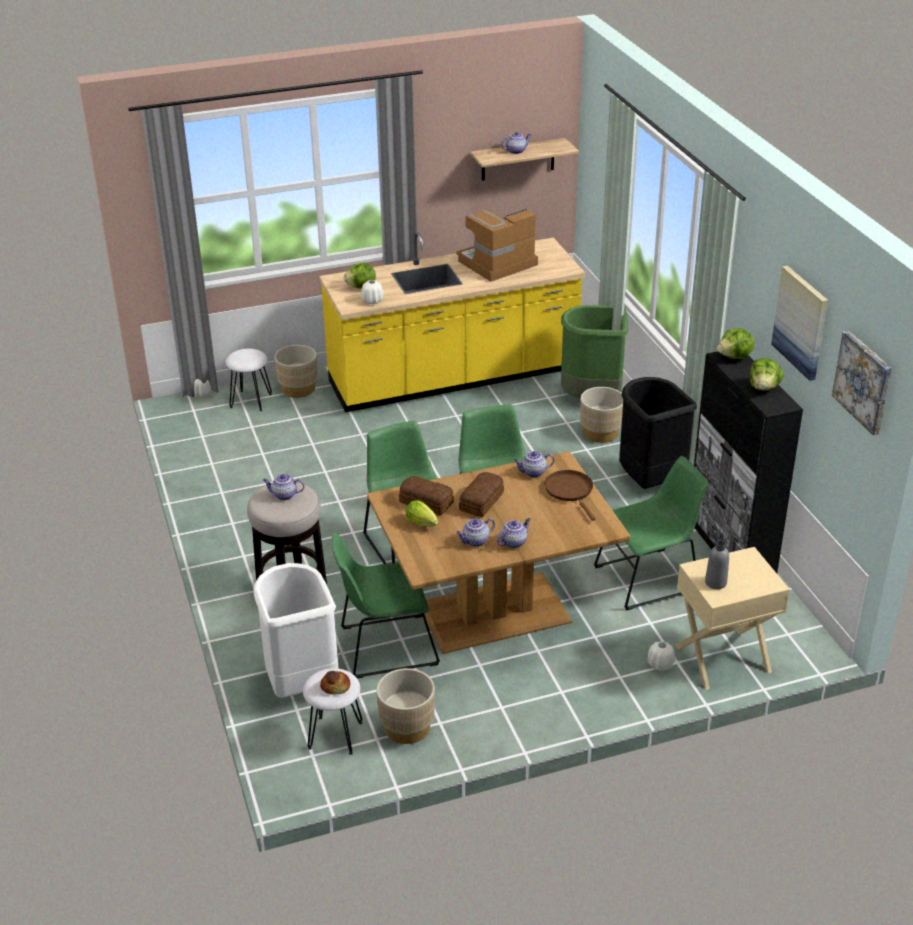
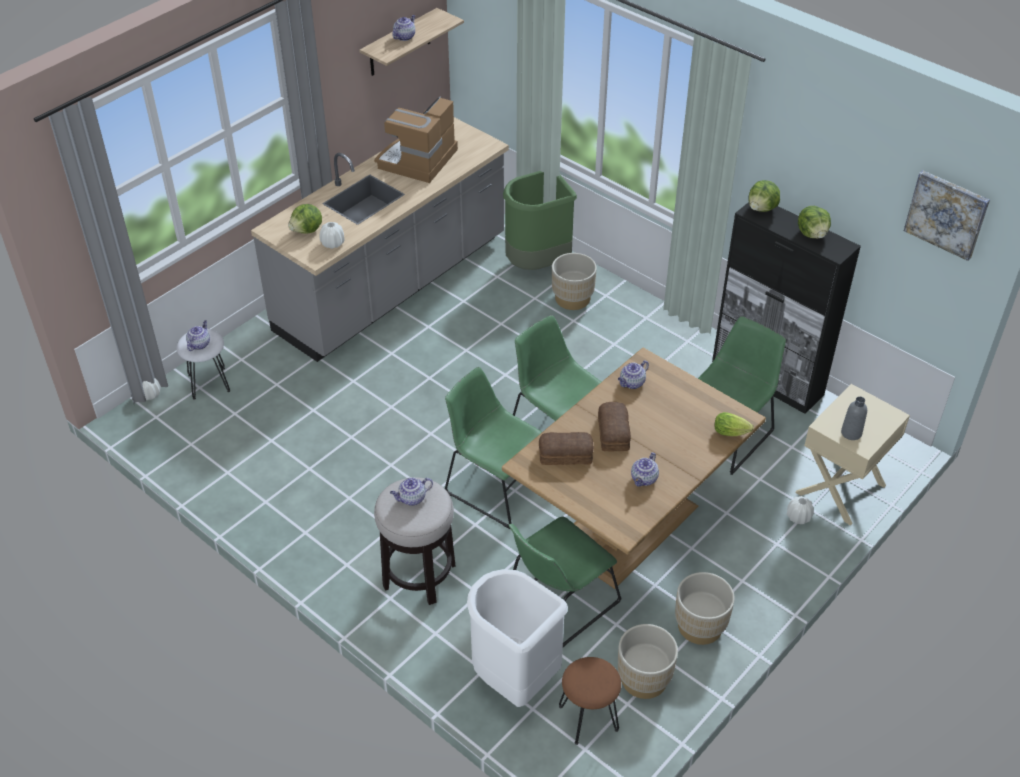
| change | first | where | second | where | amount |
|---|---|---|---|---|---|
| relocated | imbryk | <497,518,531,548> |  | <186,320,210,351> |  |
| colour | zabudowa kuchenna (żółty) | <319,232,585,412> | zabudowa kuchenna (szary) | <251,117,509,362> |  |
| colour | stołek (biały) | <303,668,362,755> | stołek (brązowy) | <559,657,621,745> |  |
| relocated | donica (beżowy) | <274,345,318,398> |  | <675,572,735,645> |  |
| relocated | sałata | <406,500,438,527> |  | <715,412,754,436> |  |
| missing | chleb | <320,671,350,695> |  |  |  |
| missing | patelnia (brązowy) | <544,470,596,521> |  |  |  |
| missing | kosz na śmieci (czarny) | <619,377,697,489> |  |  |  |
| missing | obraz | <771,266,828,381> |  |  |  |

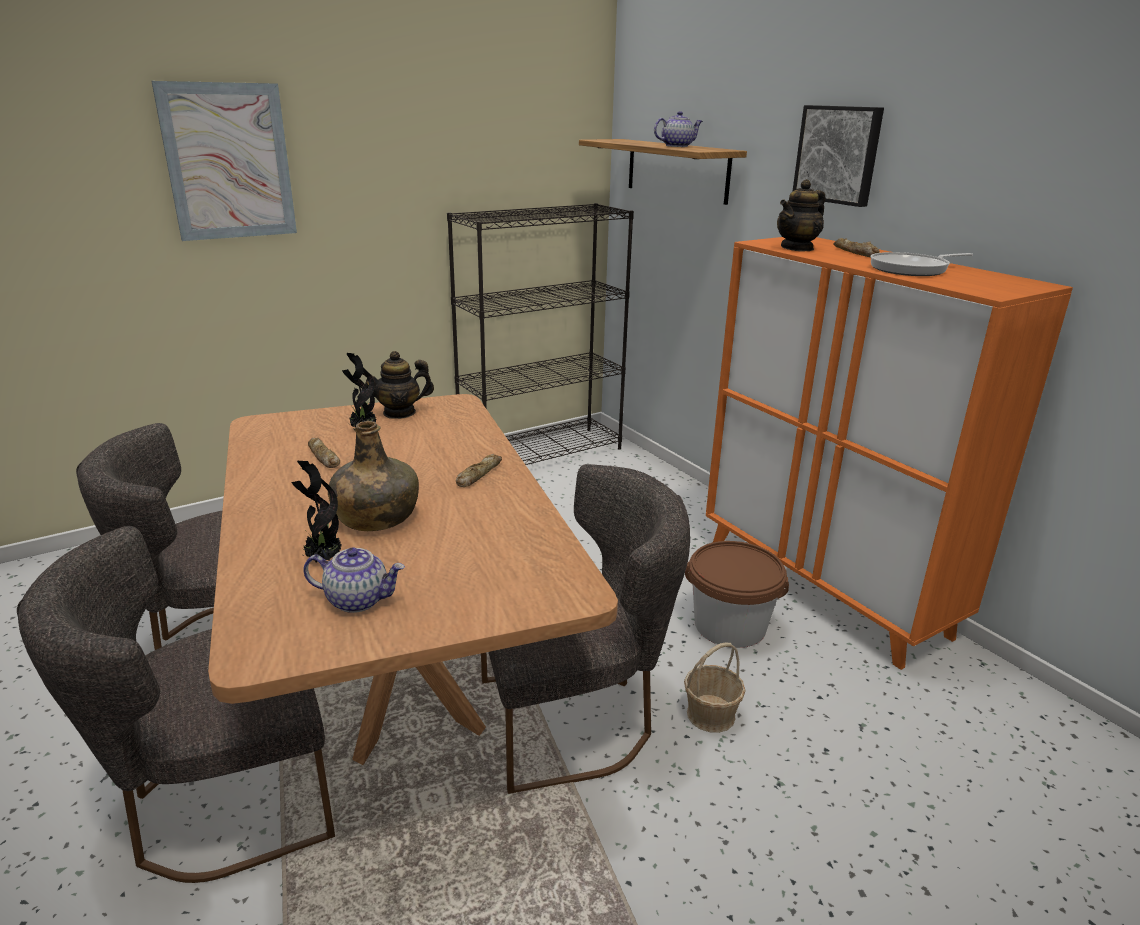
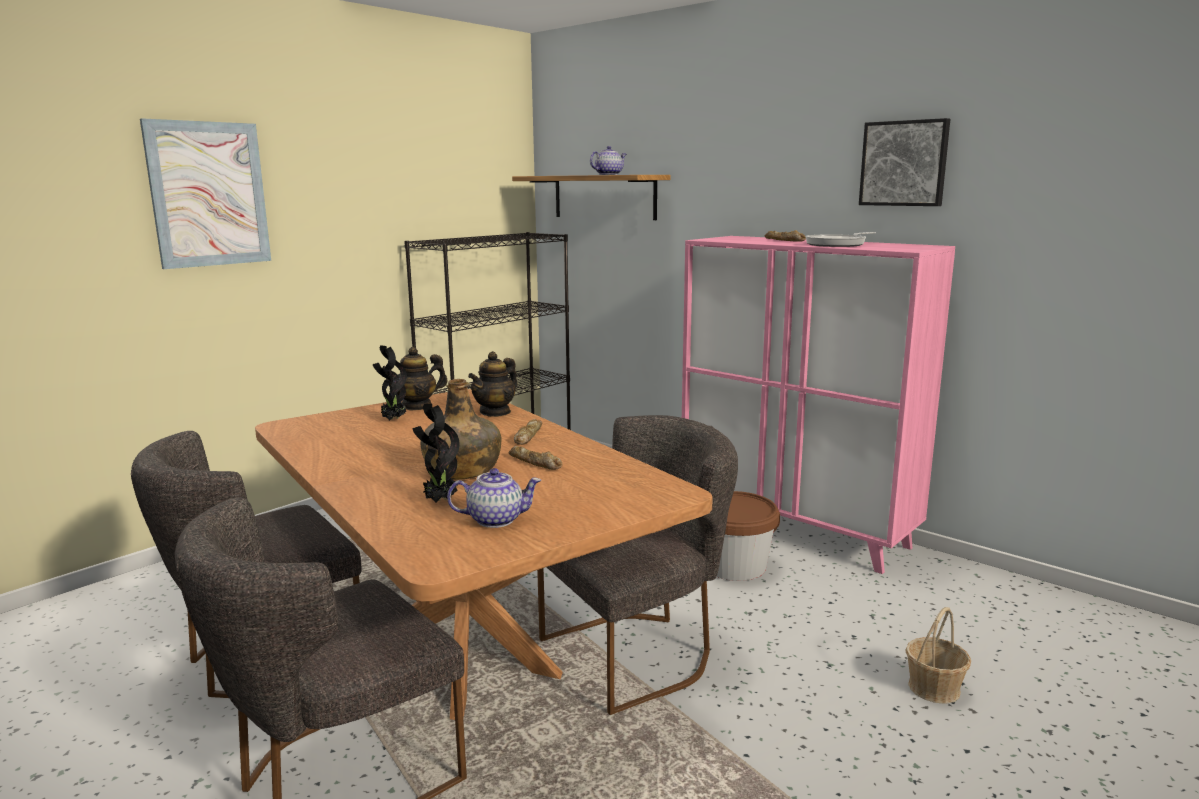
| change | first | where | second | where | amount |
|---|---|---|---|---|---|
| relocated | imbryk | <777,179,825,252> |  | <468,351,518,417> |  |
| relocated | chleb | <308,438,340,468> |  | <508,446,563,470> |  |
| colour | szafka (pomarańczowy) | <706,237,1073,670> | szafka (różowy) | <682,236,955,574> |  |
| relocated | obraz | <792,105,884,207> |  | <859,118,950,206> |  |
| relocated | koszyk | <684,643,746,733> |  | <906,607,971,704> |  |

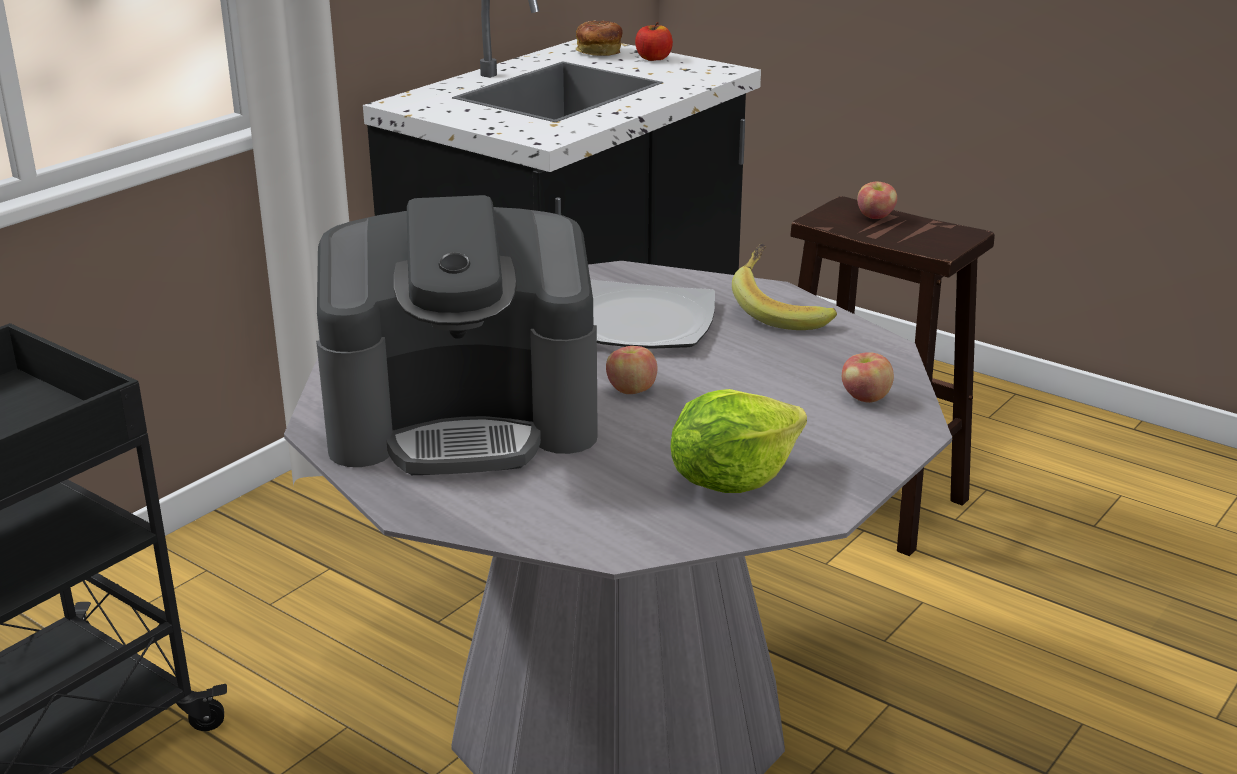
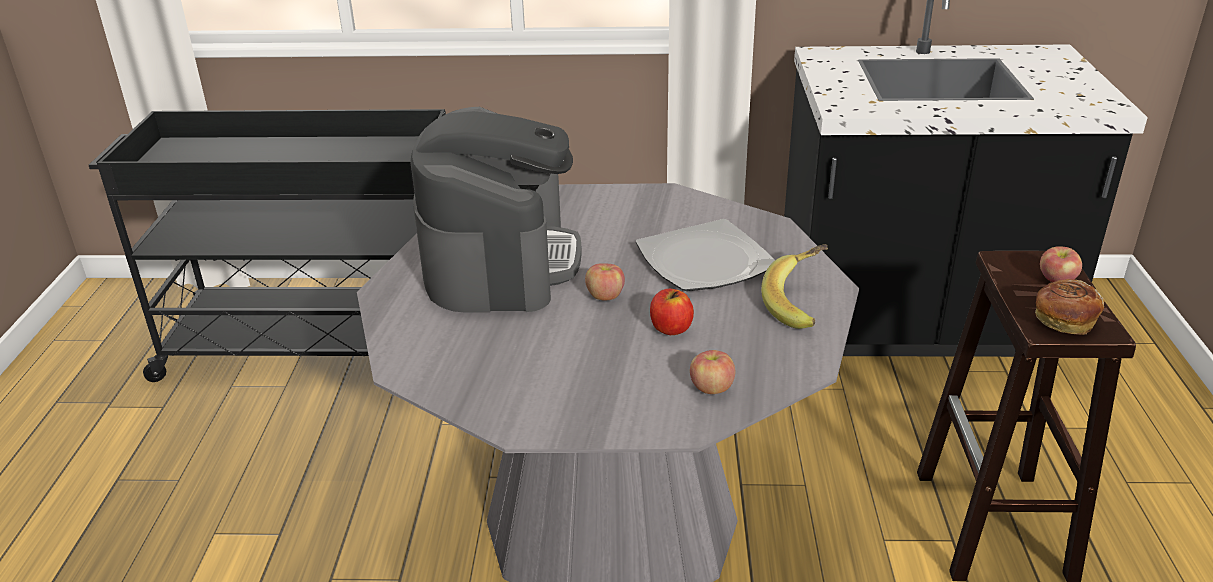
| change | first | where | second | where | amount |
|---|---|---|---|---|---|
| spun | ekspres do kawy | <316,195,598,475> |  | <410,107,582,313> | 135 degrees counterclockwise |
| relocated | jabłko | <635,22,673,61> |  | <650,289,694,335> |  |
| relocated | chleb | <575,20,623,56> |  | <1035,279,1104,335> |  |
| missing | sałata | <671,389,807,493> |  |  |  |

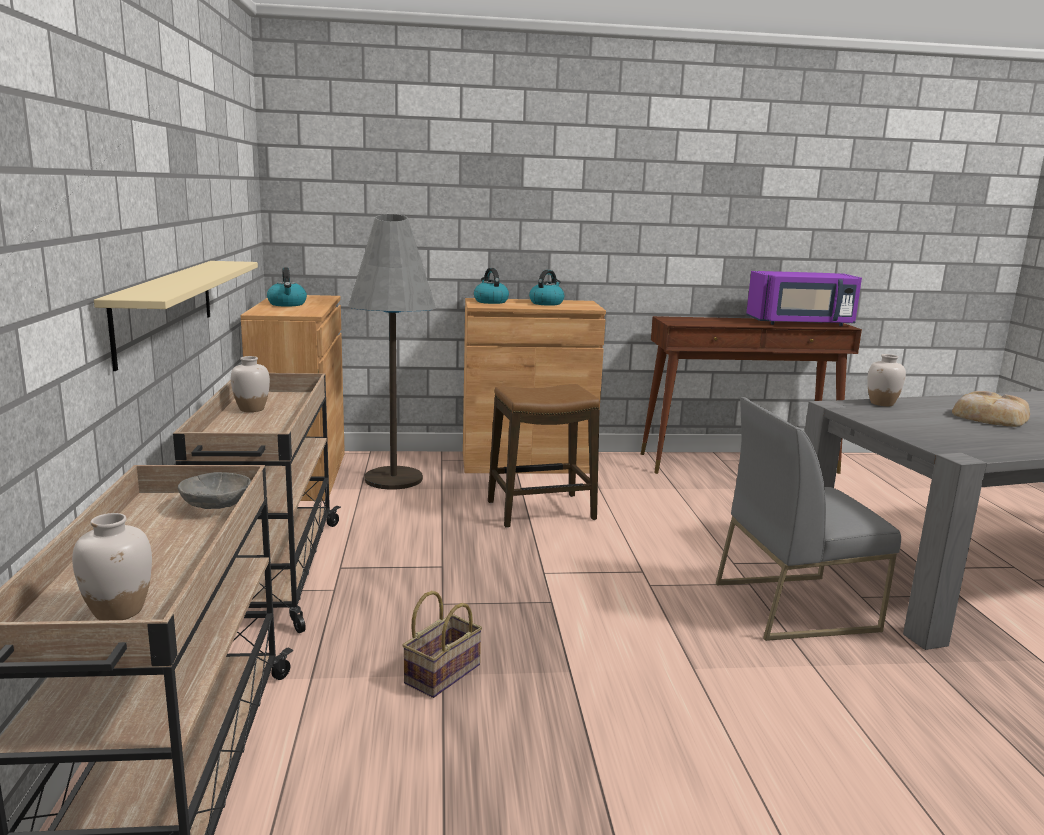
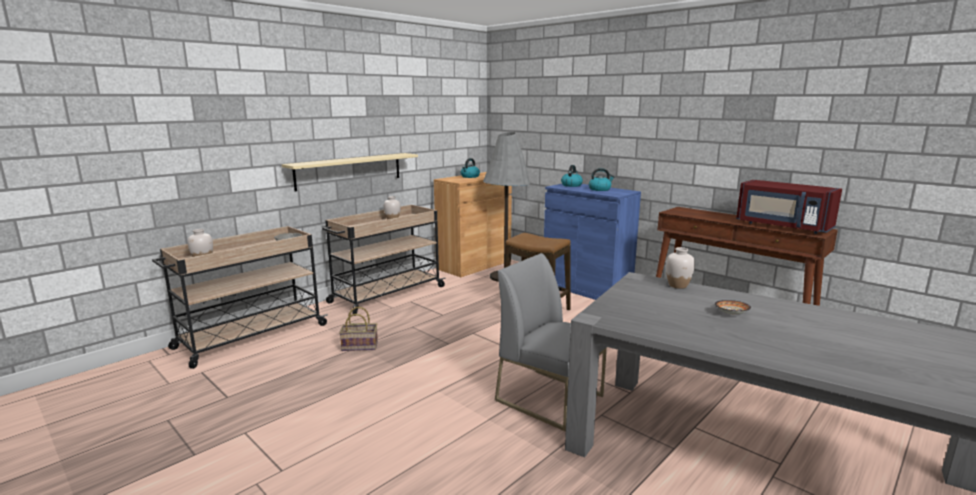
| change | first | where | second | where | amount |
|---|---|---|---|---|---|
| colour | szafka (brązowy) | <463,298,606,473> | szafka (niebieski) | <544,184,641,300> |  |
| exchanged | chleb | <952,391,1030,427> | miska | <715,300,751,315> |  |
| colour | mikrofalówka (fioletowy) | <746,271,862,326> | mikrofalówka (czerwony) | <736,180,842,234> |  |

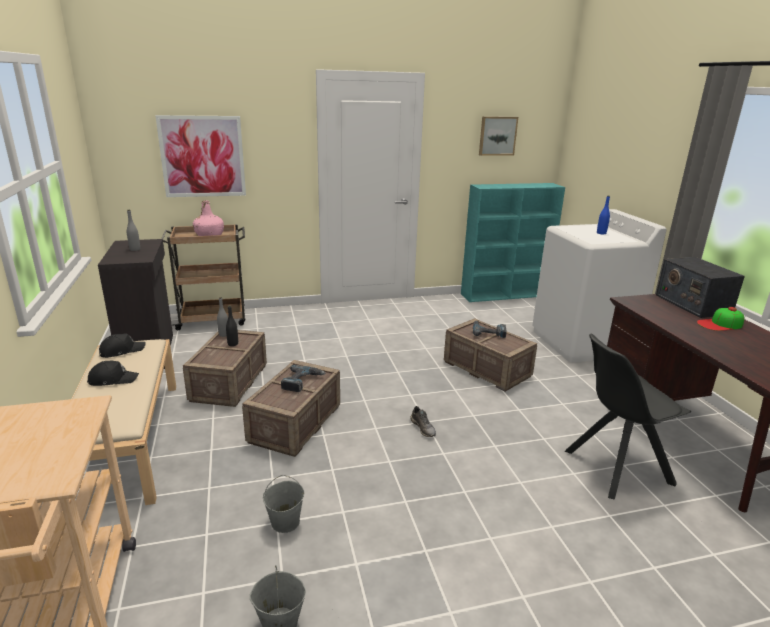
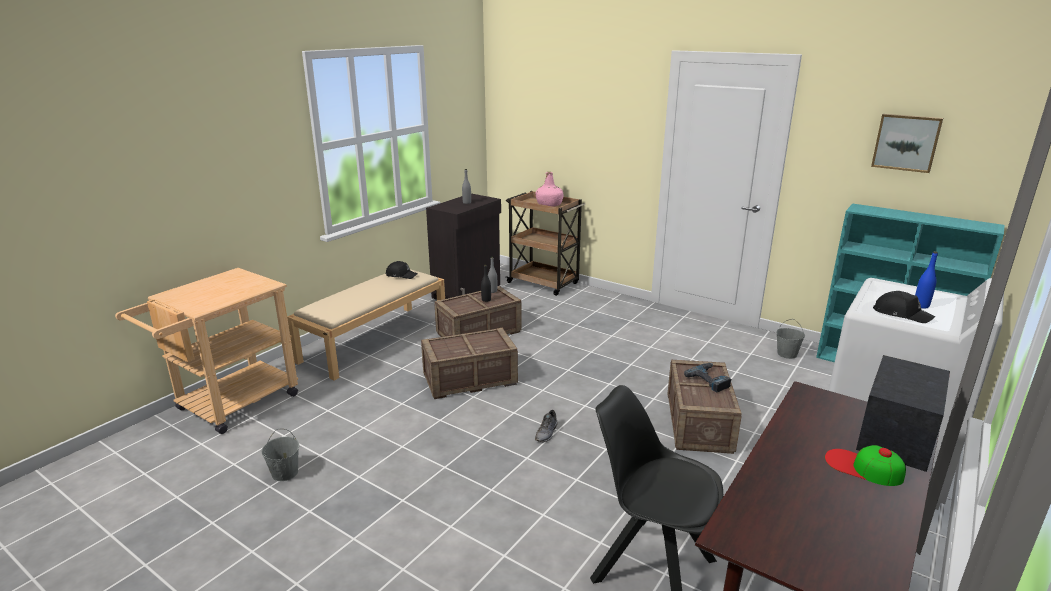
| change | first | where | second | where | amount |
|---|---|---|---|---|---|
| relocated | wiadro (szary) | <263,475,304,533> |  | <776,319,805,359> |  |
| relocated | czapka z daszkiem (czarny) | <87,361,139,386> |  | <873,291,935,323> |  |
| missing | obraz | <155,115,246,197> |  |  |  |
| missing | wiertarka | <281,364,326,392> |  |  |  |

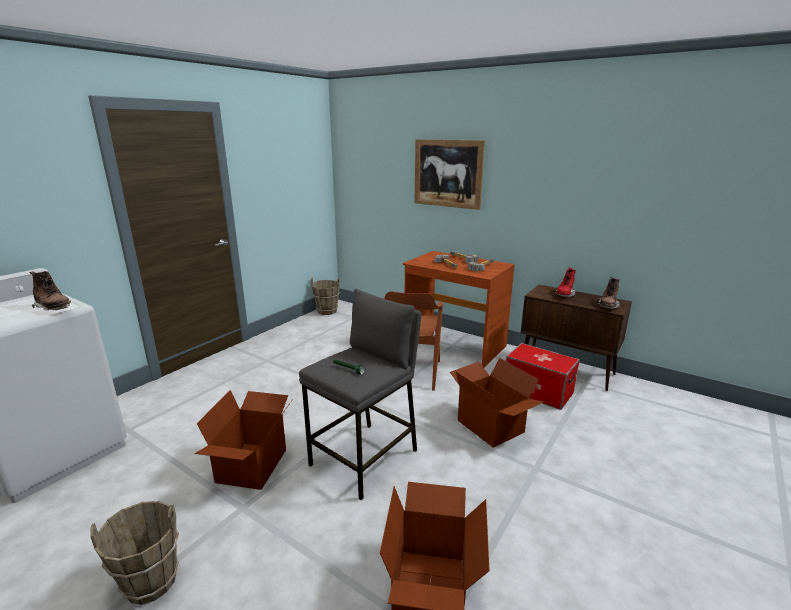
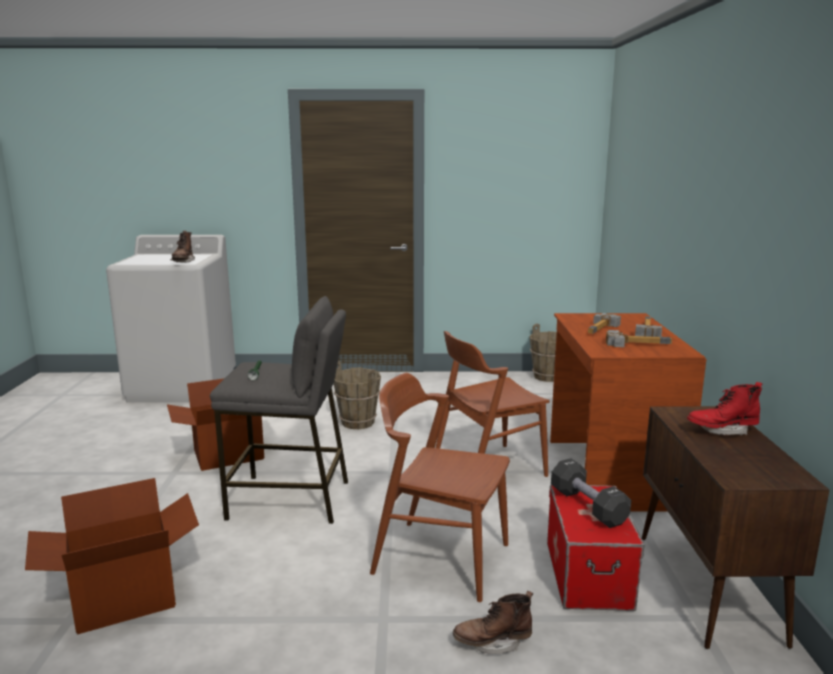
| change | first | where | second | where | amount |
|---|---|---|---|---|---|
| relocated | wiadro (brązowy) | <90,501,179,605> |  | <334,361,381,429> |  |
| exchanged | karton | <450,358,543,448> | krzesło (brązowy) | <370,373,510,602> |  |
| relocated | but z cholewką (brązowy) | <598,277,620,309> |  | <453,591,533,654> |  |
| appeared |  |  | hantel (czarny) | <551,458,631,528> |  |
| missing | obraz | <415,139,485,210> |  |  |  |

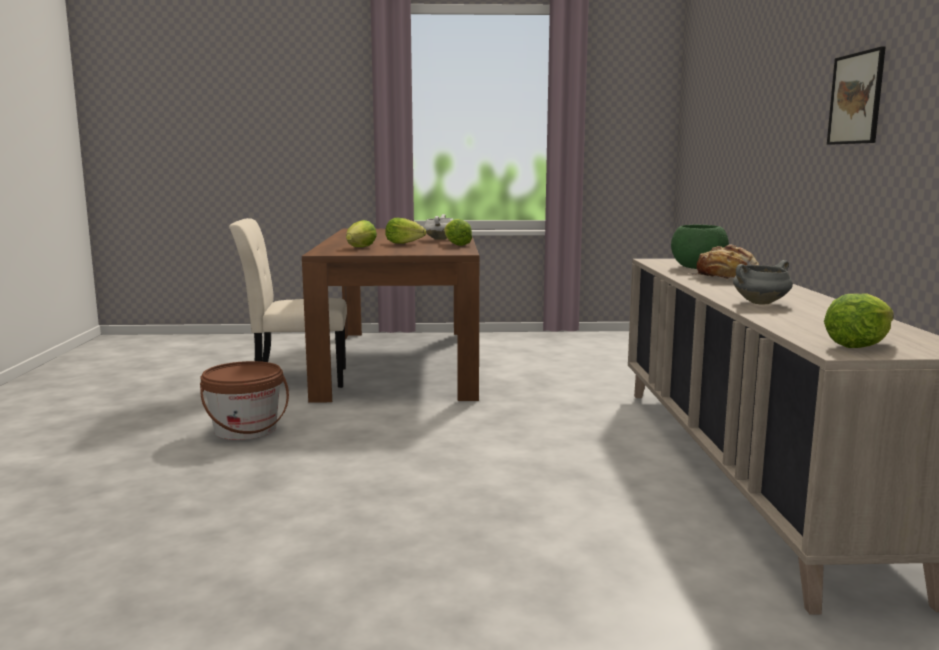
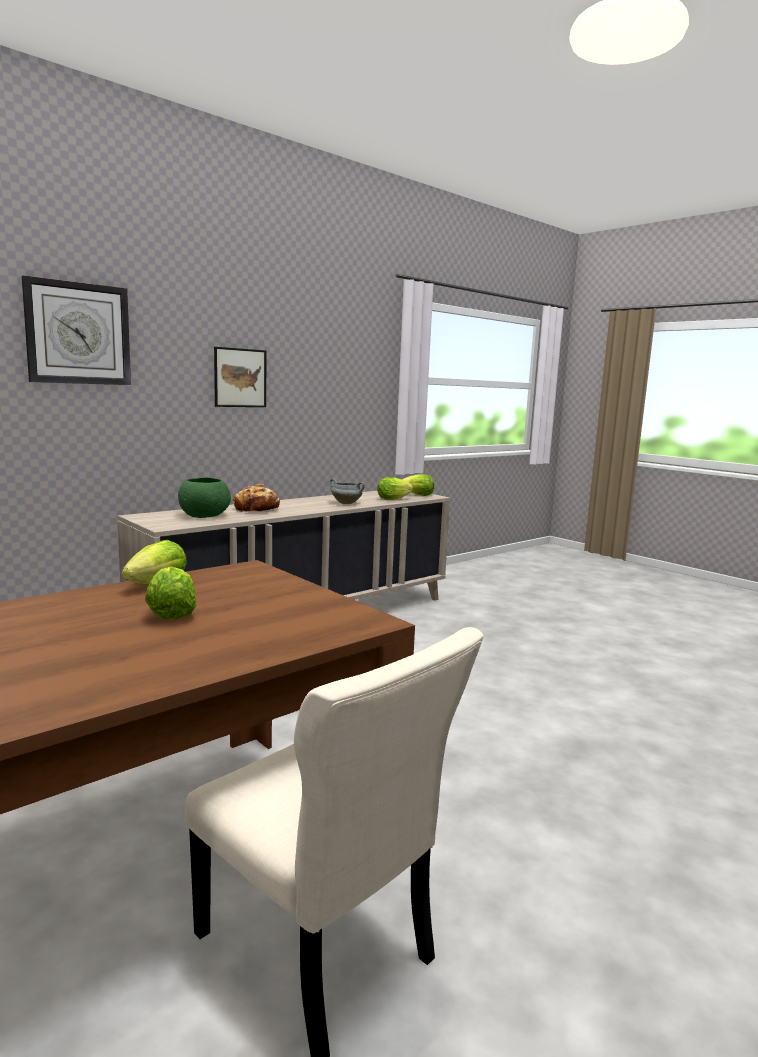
| change | first | where | second | where | amount |
|---|---|---|---|---|---|
| appeared |  |  | zegar ścienny | <22,275,131,385> |  |
| relocated | sałata | <346,220,377,247> |  | <377,477,413,500> |  |
| missing | wiadro (brązowy) | <200,361,289,440> |  |  |  |
| missing | garnek (biały) | <424,214,453,240> |  |  |  |

